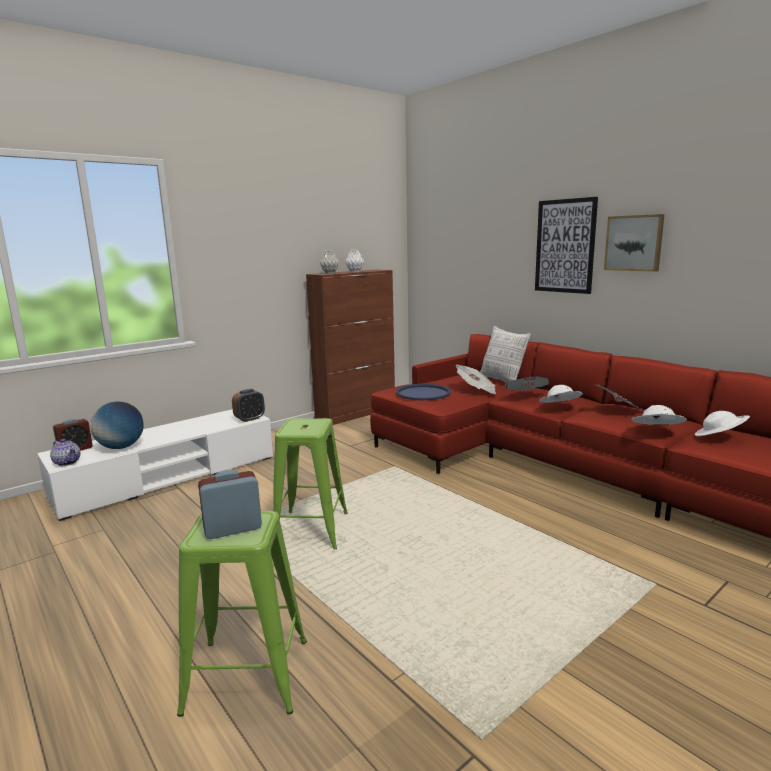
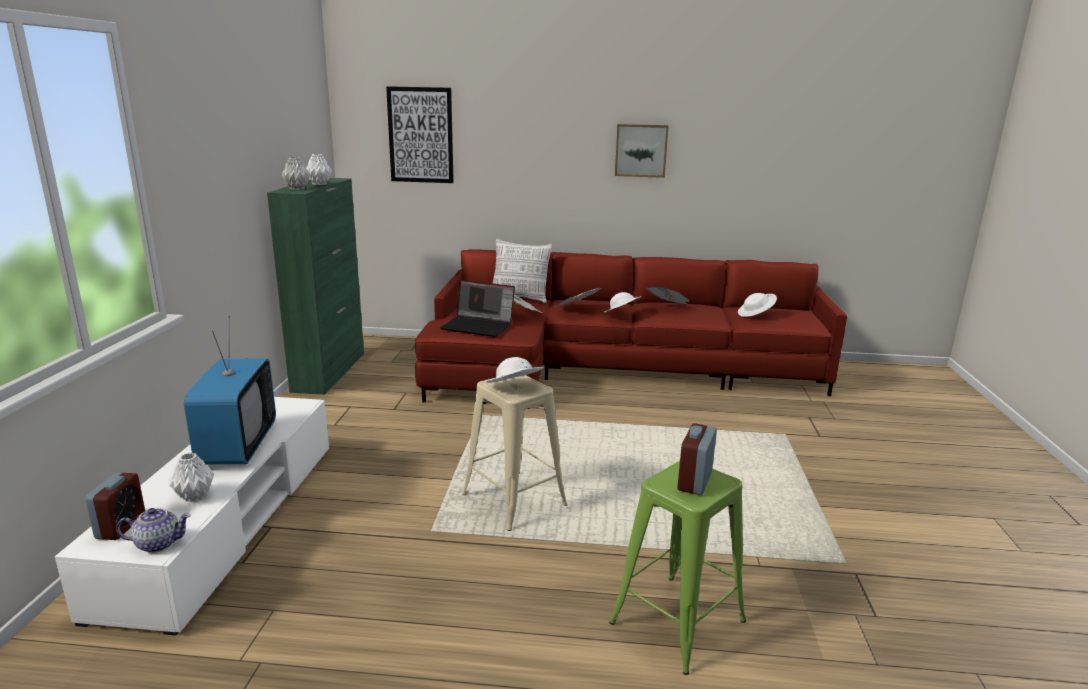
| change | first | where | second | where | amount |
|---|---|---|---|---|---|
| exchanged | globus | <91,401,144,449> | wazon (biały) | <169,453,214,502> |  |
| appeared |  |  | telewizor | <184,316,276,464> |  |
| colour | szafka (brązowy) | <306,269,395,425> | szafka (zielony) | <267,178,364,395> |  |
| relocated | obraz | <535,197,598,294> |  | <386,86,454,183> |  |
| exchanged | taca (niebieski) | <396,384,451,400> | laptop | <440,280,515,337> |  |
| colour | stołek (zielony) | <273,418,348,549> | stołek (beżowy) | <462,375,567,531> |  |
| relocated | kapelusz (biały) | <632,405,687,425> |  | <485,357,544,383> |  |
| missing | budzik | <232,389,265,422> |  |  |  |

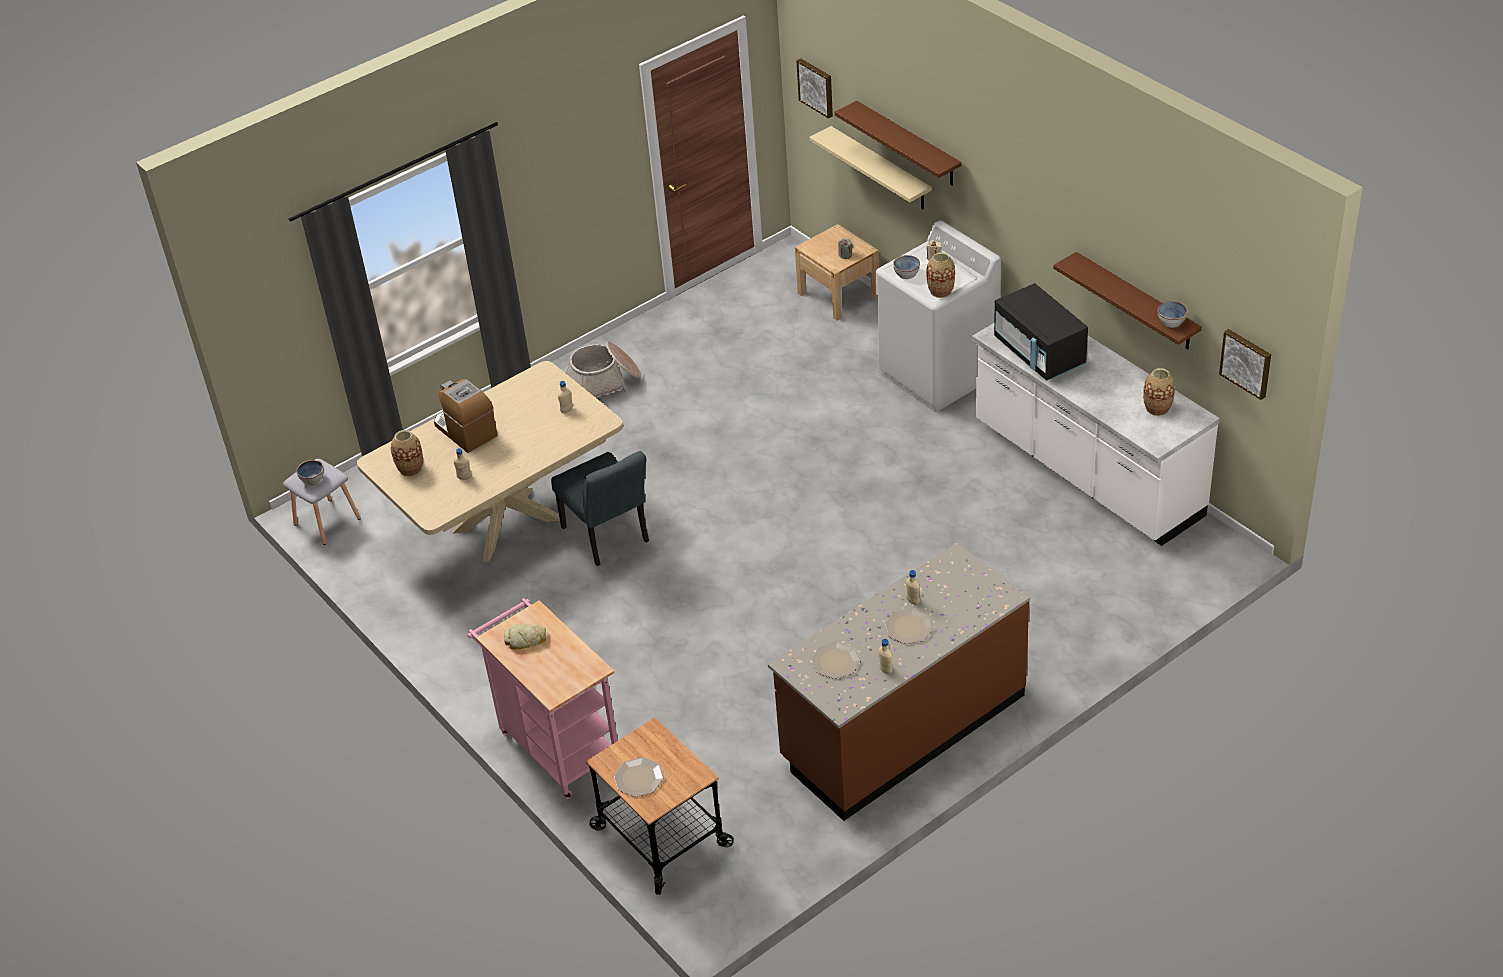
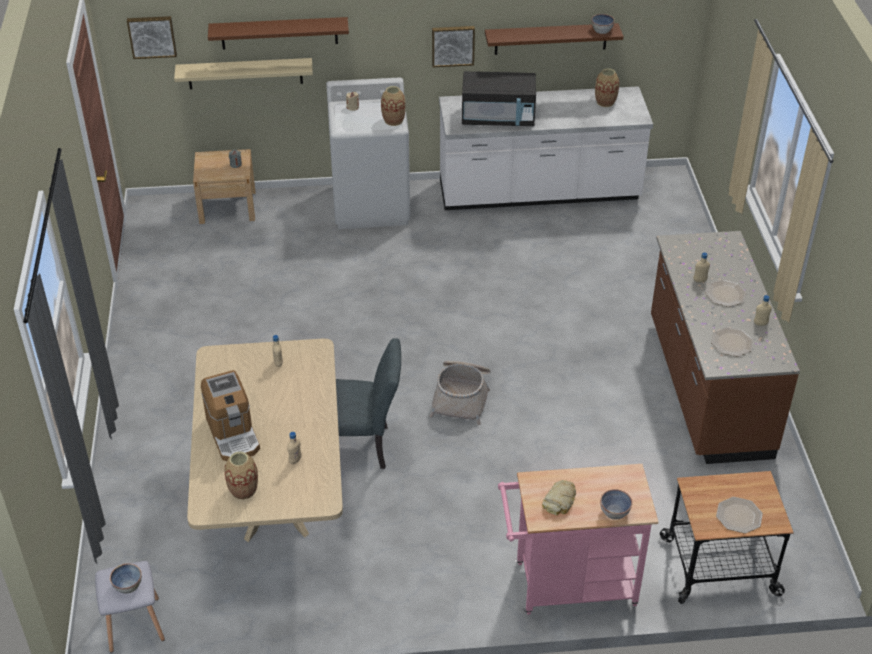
| change | first | where | second | where | amount |
|---|---|---|---|---|---|
| spun | ekspres do kawy | <434,379,498,453> |  | <201,370,260,461> | 105 degrees counterclockwise |
| relocated | koszyk | <566,342,642,397> |  | <430,361,491,425> |  |
| relocated | obraz | <1219,329,1271,400> |  | <432,26,475,67> |  |
| relocated | miska | <893,255,920,279> |  | <600,489,632,520> |  |

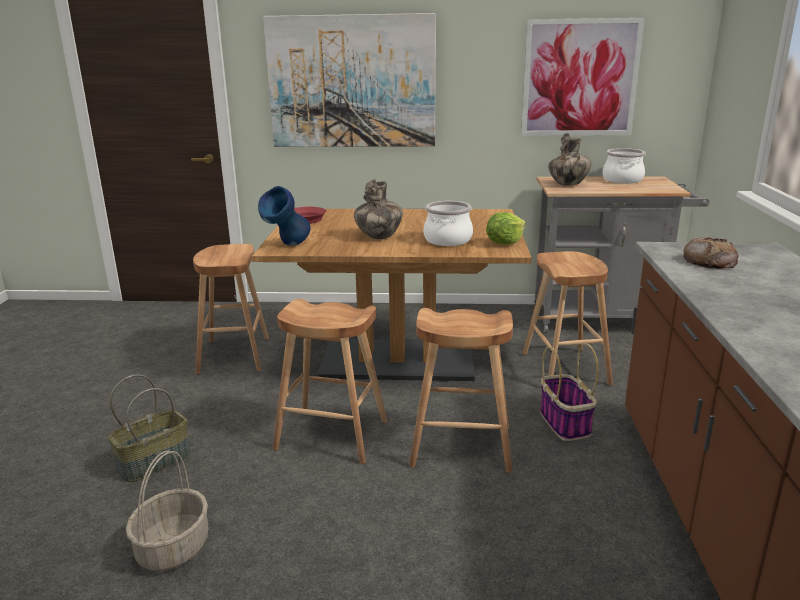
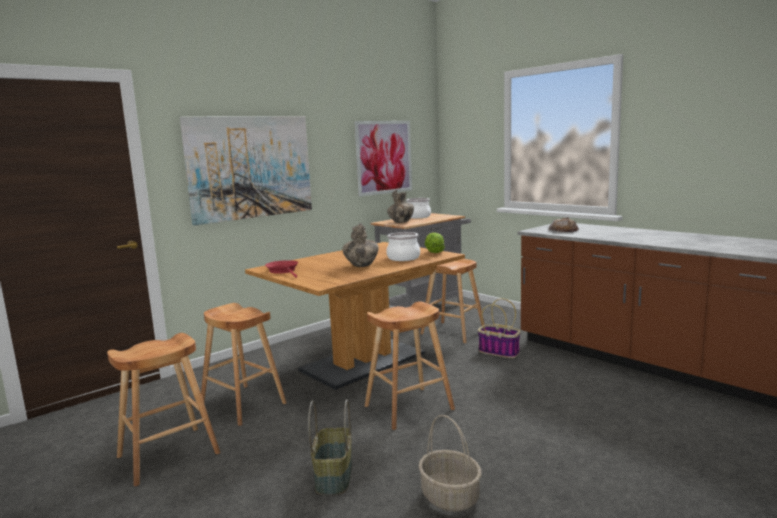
| change | first | where | second | where | amount |
|---|---|---|---|---|---|
| relocated | stołek (brązowy) | <409,308,513,473> |  | <107,333,220,486> |  |
| missing | wazon (niebieski) | <258,186,311,246> |  |  |  |

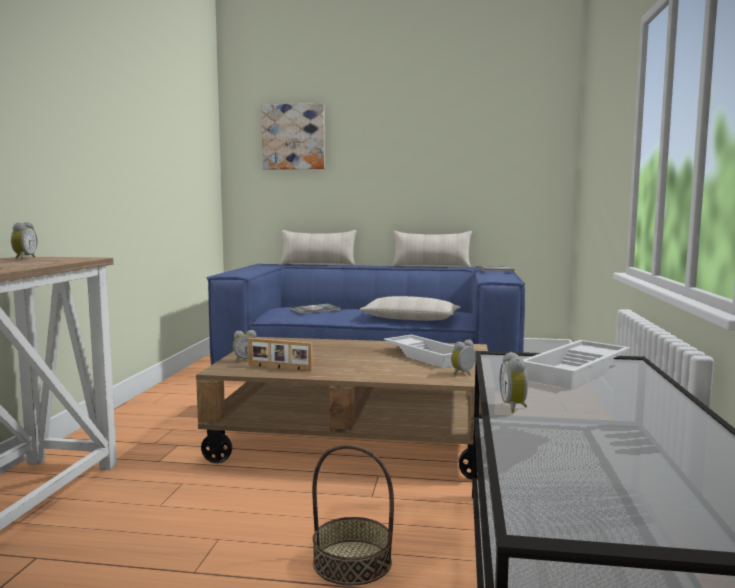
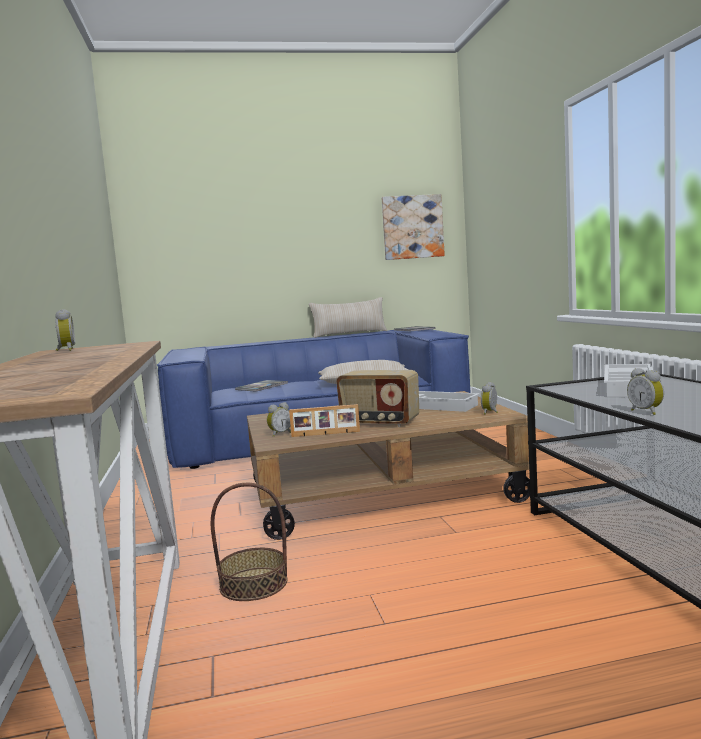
| change | first | where | second | where | amount |
|---|---|---|---|---|---|
| relocated | koszyk | <312,444,394,586> |  | <211,483,287,601> |  |
| appeared |  |  | radio | <336,370,419,427> |  |
| relocated | obraz | <261,103,325,170> |  | <381,194,445,260> |  |
| missing | poduszka (beżowy) | <279,230,357,266> |  |  |  |

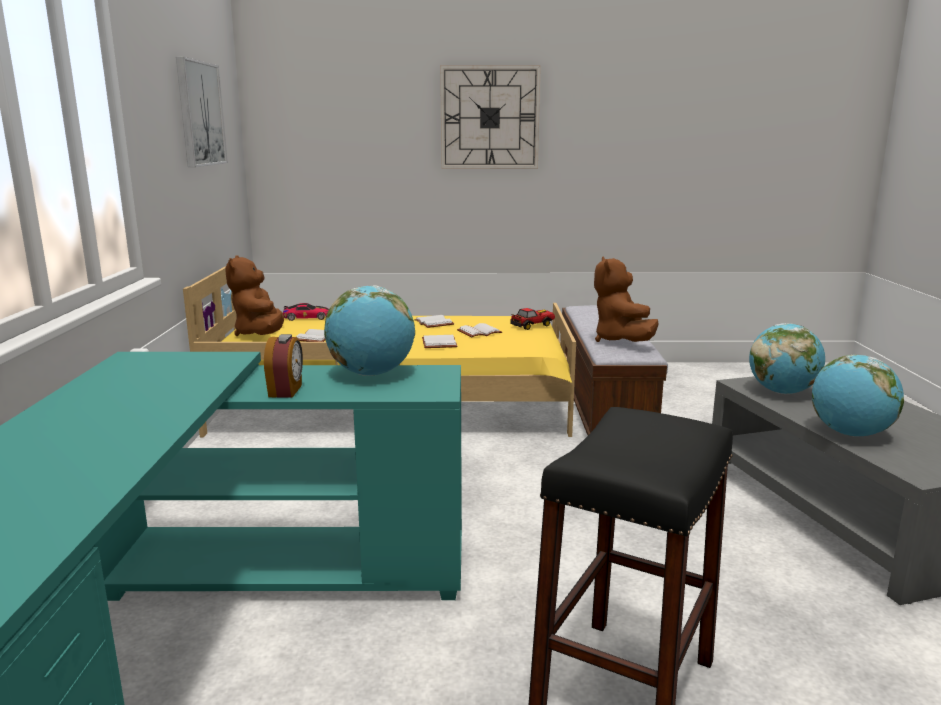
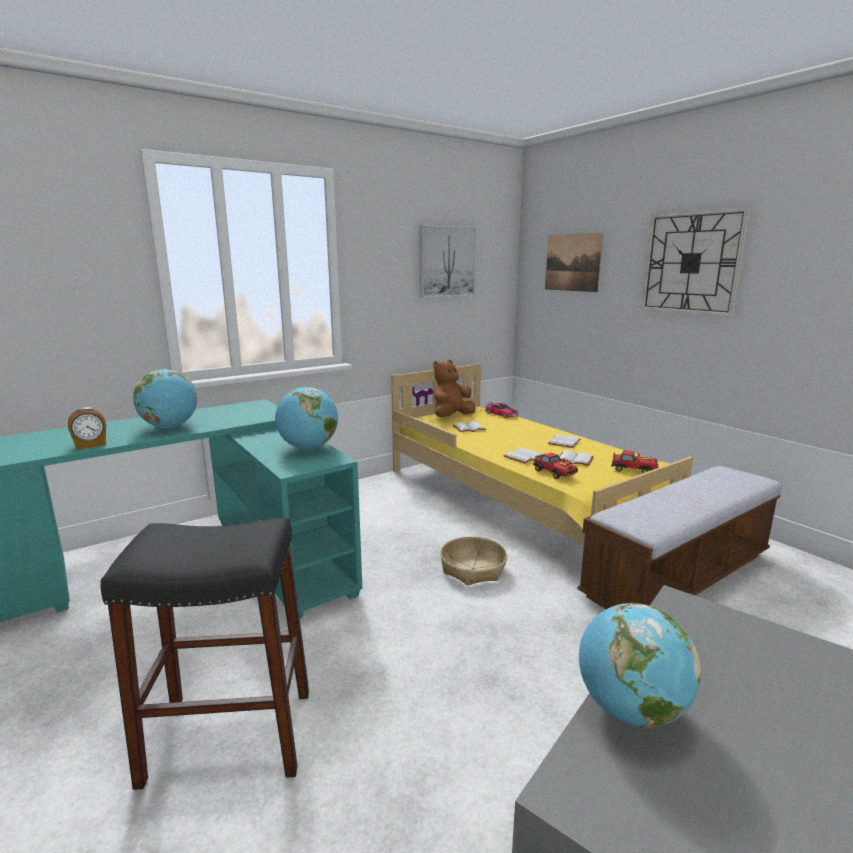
| change | first | where | second | where | amount |
|---|---|---|---|---|---|
| relocated | budzik | <264,334,303,398> |  | <68,407,106,450> |  |
| relocated | globus | <749,323,825,394> |  | <133,369,197,428> |  |
| appeared |  |  | koszyk | <440,537,507,586> |  |
| appeared |  |  | samochodzik | <533,453,578,479> |  |
| appeared |  |  | obraz | <545,233,603,292> |  |
| missing | pluszak (brązowy) | <594,256,658,342> |  |  |  |

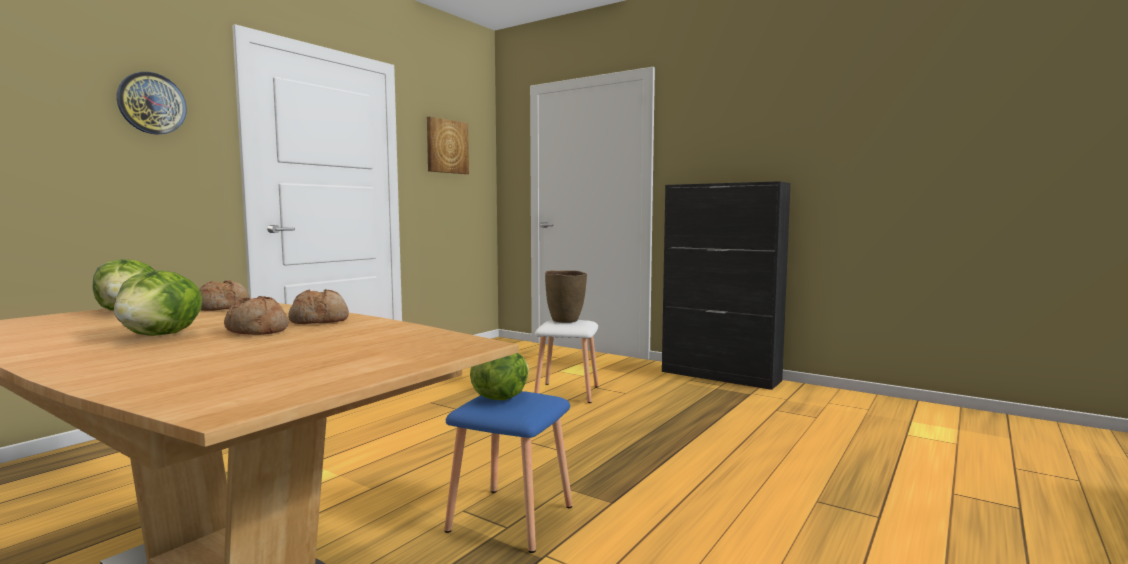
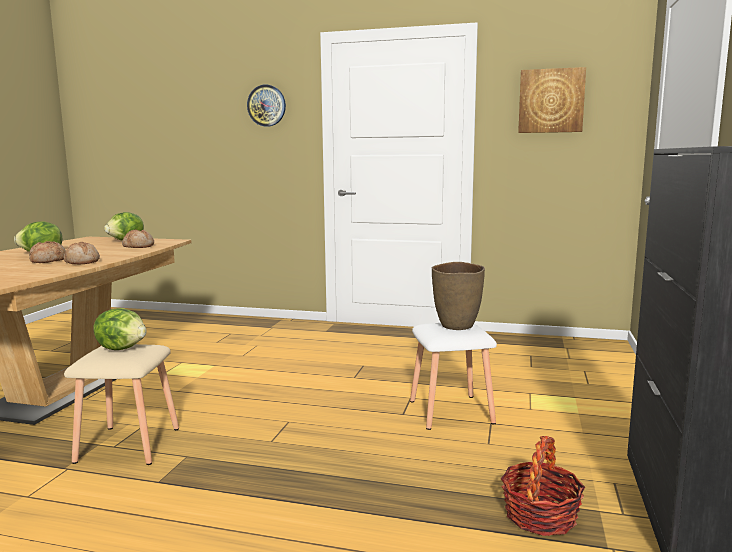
| change | first | where | second | where | amount |
|---|---|---|---|---|---|
| colour | stołek (niebieski) | <444,391,572,553> | stołek (beżowy) | <64,344,179,465> |  |
| appeared |  |  | koszyk | <501,436,585,536> |  |

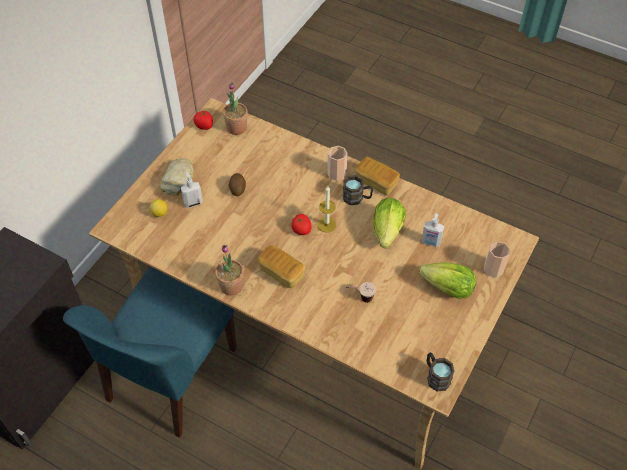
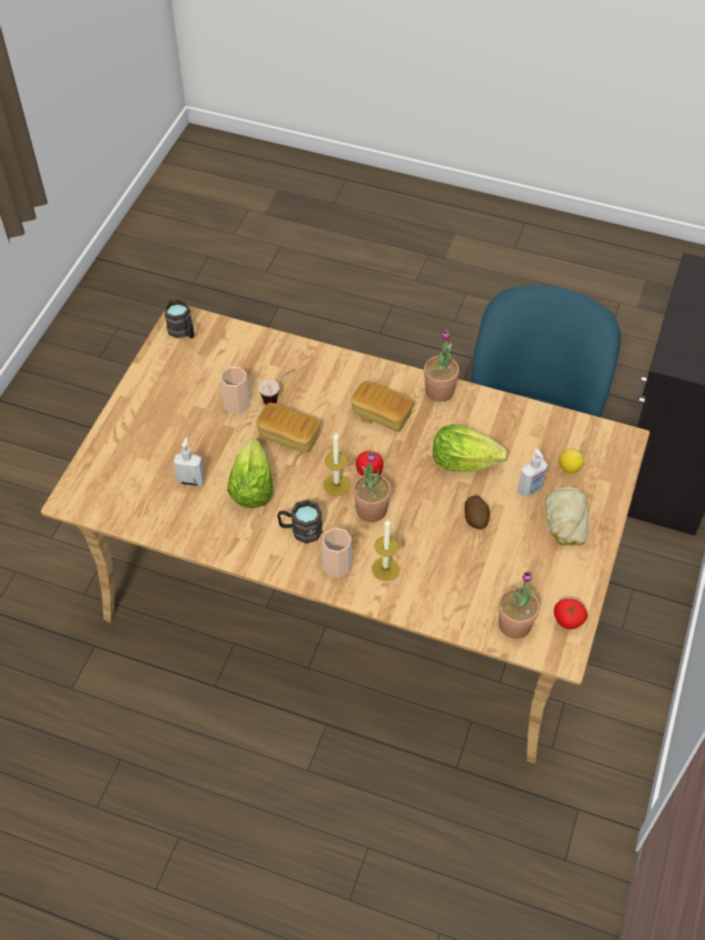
| change | first | where | second | where | amount |
|---|---|---|---|---|---|
| relocated | filiżanka | <484,241,510,278> |  | <220,367,250,414> |  |
| relocated | chleb | <355,157,400,195> |  | <257,403,320,452> |  |
| appeared |  |  | roślina doniczkowa | <353,451,391,522> |  |
| appeared |  |  | świeca | <372,519,400,581> |  |
| relocated | sałata | <419,263,476,299> |  | <433,424,508,472> |  |

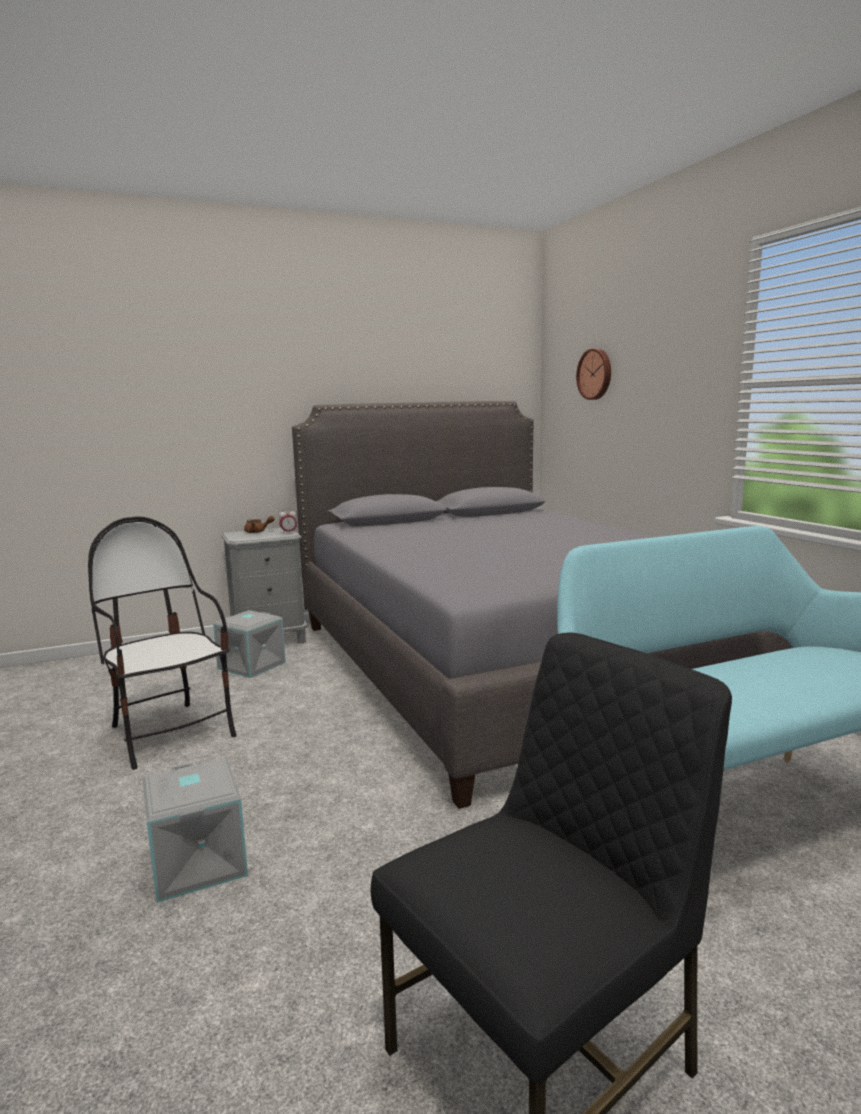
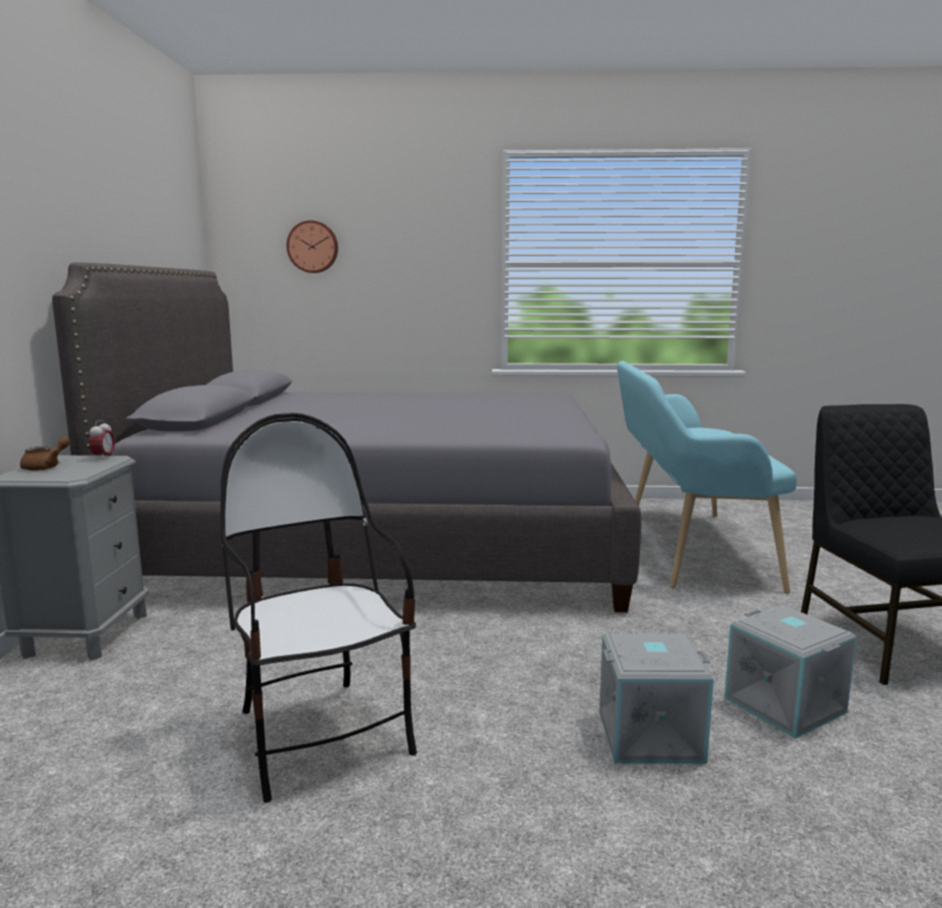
| change | first | where | second | where | amount |
|---|---|---|---|---|---|
| spun | krzesło | <88,516,236,770> |  | <220,413,417,803> | 75 degrees clockwise |
| relocated | pojemnik do przechowywania (szary) | <213,610,286,678> |  | <724,605,857,739> |  |

